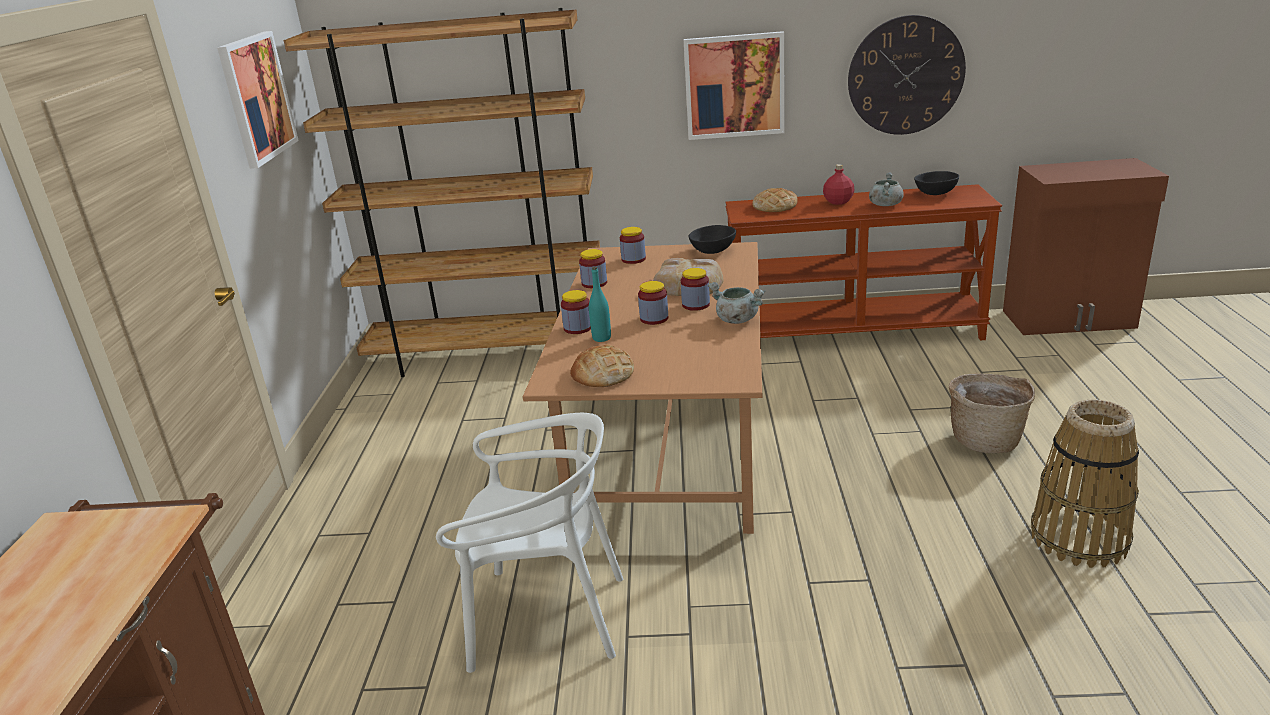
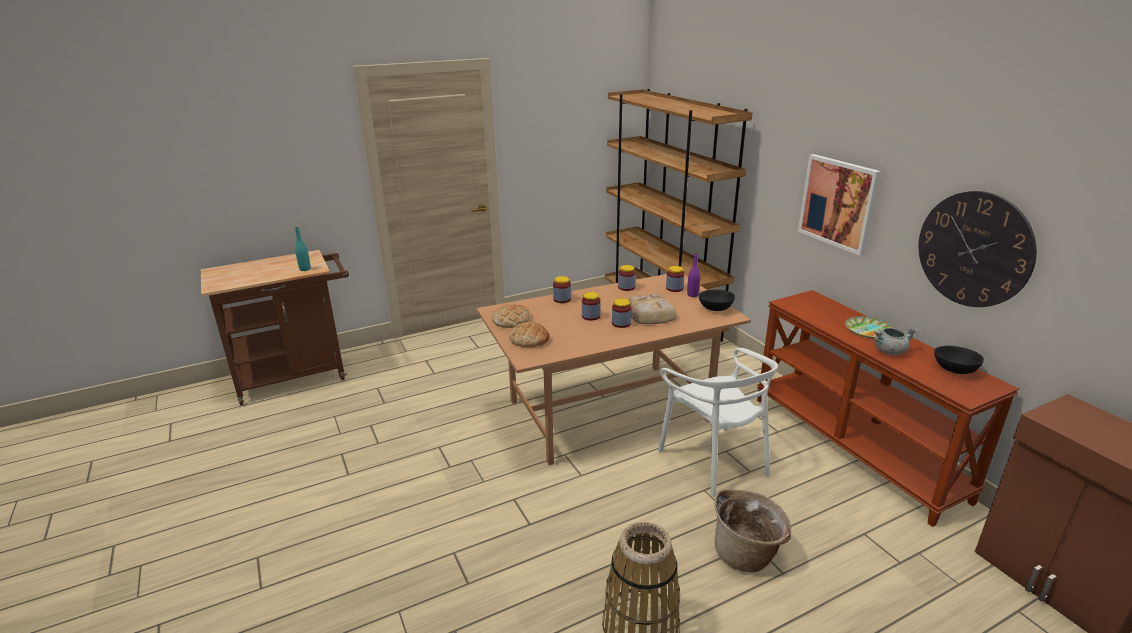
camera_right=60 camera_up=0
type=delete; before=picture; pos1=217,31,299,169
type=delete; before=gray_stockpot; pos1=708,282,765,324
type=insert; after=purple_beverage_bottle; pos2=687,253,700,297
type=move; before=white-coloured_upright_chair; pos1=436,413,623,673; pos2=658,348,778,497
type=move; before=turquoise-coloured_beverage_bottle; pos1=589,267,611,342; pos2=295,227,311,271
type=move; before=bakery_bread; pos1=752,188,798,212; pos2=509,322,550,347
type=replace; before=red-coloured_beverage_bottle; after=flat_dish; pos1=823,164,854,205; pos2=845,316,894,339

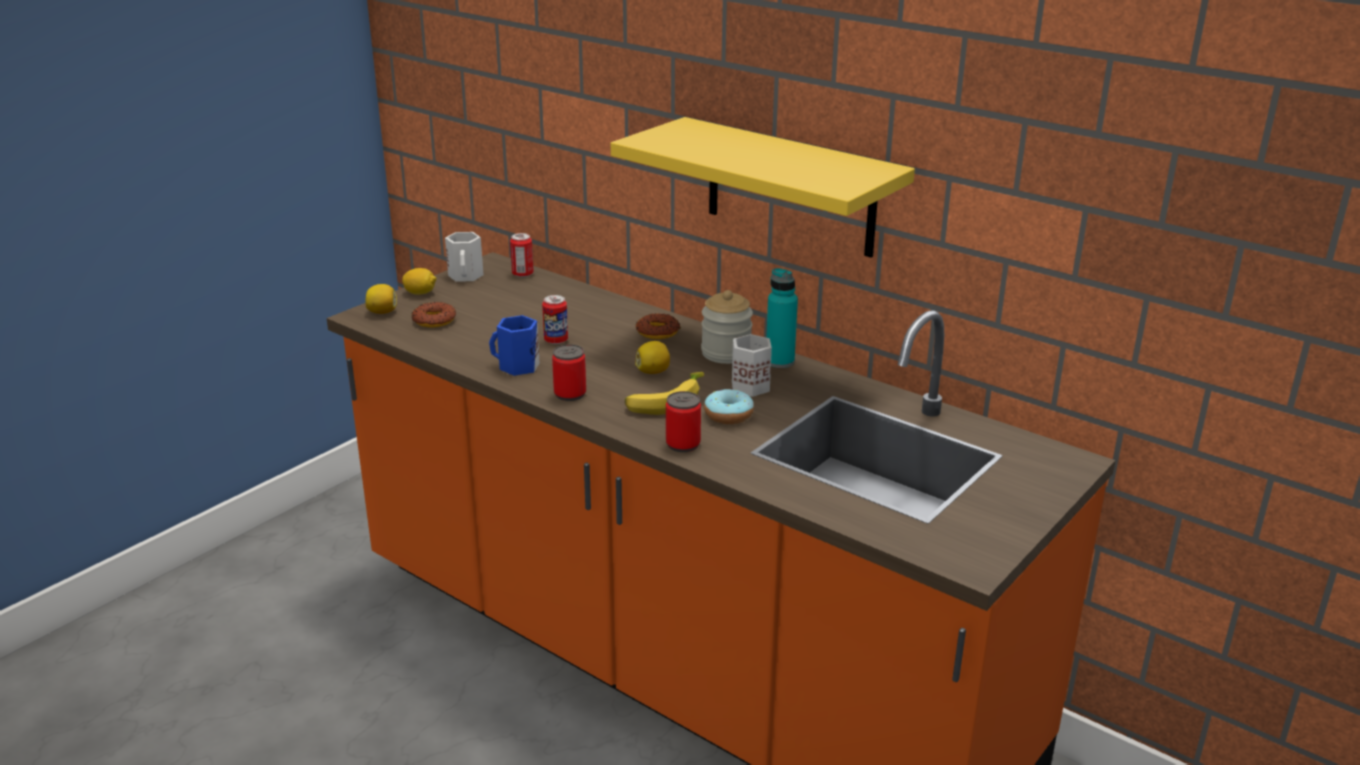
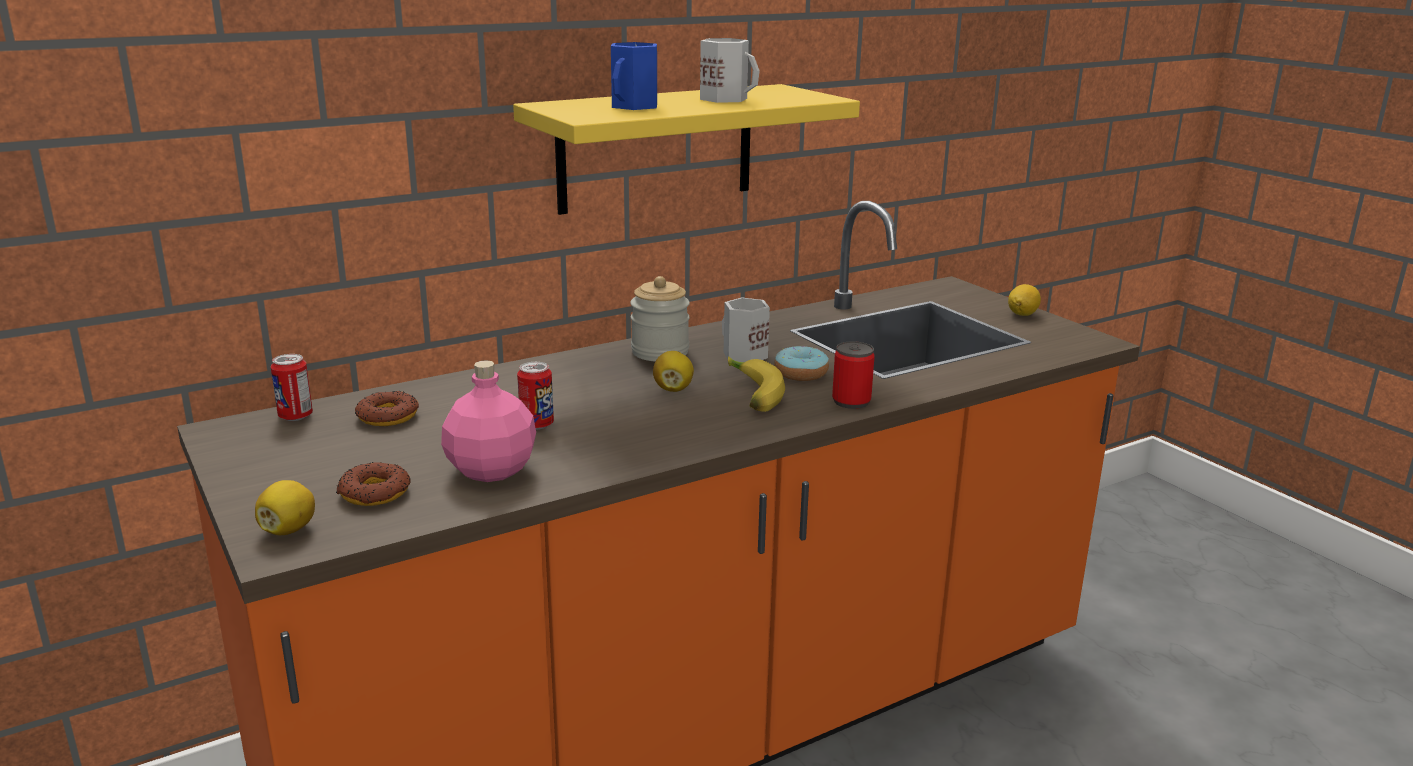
camera_right=-70 camera_up=-5
type=delete; before=metal_can; pos1=552,344,586,401
type=delete; before=turquoise-coloured_beverage_bottle; pos1=766,268,798,368
type=insert; after=pinkish_beverage_bottle; pos2=441,360,536,482
type=move; before=whole_lemon; pos1=402,268,437,295; pos2=1008,284,1041,316
type=move; before=white-coloured_mug; pos1=445,232,484,282; pos2=700,38,760,103
type=move; before=bluish_mug; pos1=489,315,539,376; pos2=611,42,657,110
type=move; before=ring_doughnut; pos1=636,313,681,339; pos2=355,391,419,426

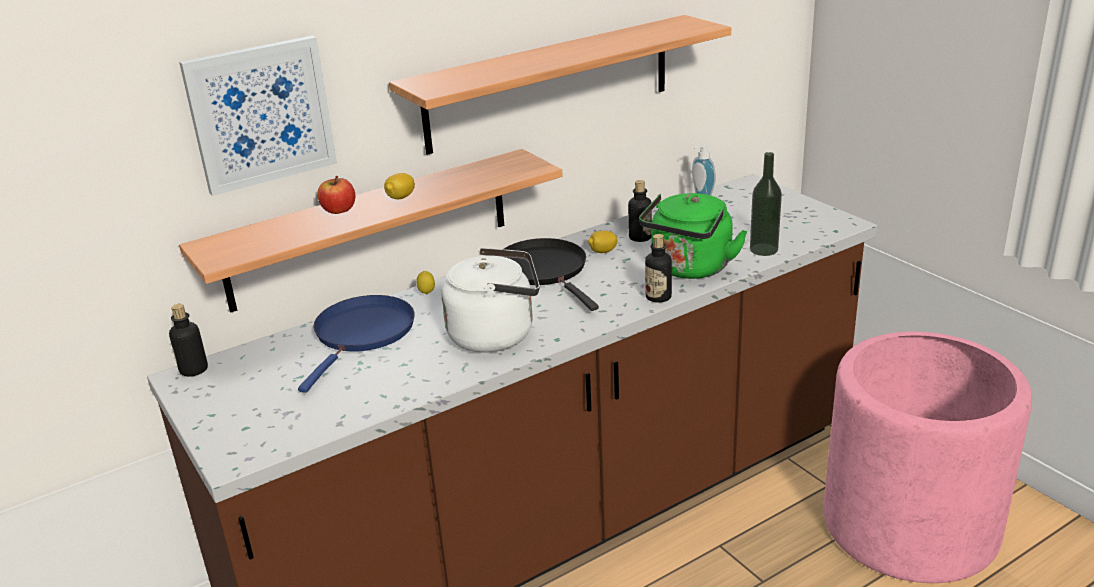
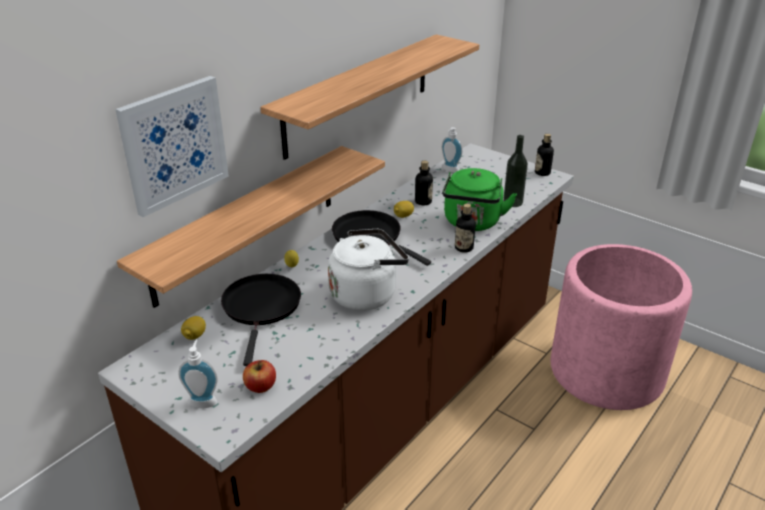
camera_right=-20 camera_up=5
type=insert; after=soap_bottle; pos2=178,339,218,408
type=move; before=beverage_bottle; pos1=169,304,208,377; pos2=535,134,554,176
type=move; before=apple_fruit; pos1=318,176,355,214; pos2=243,360,276,393
type=move; before=whole_lemon; pos1=384,173,415,199; pos2=181,316,206,340
type=recolor; before=bluish_pan; after=blackish_pan; pos1=298,295,415,393; pos2=221,274,301,366

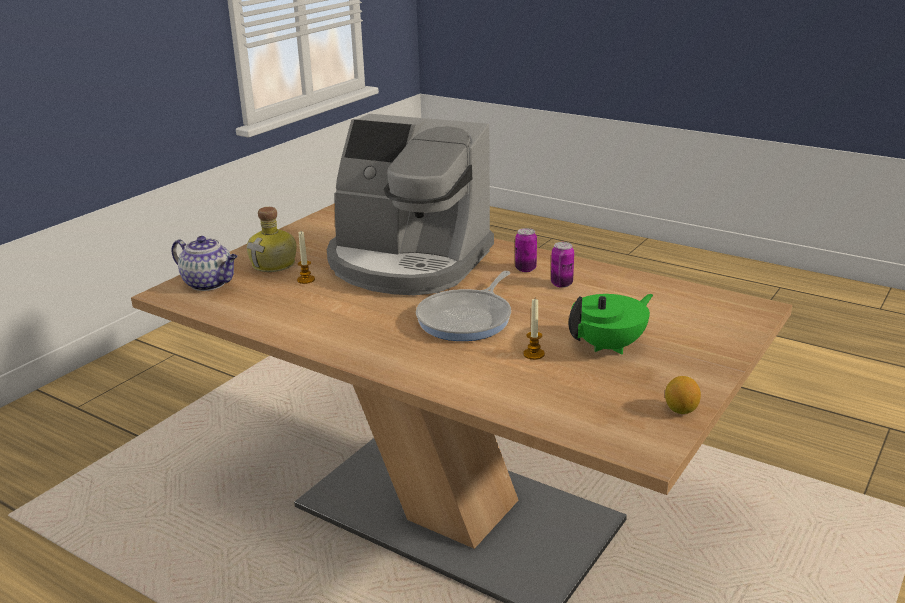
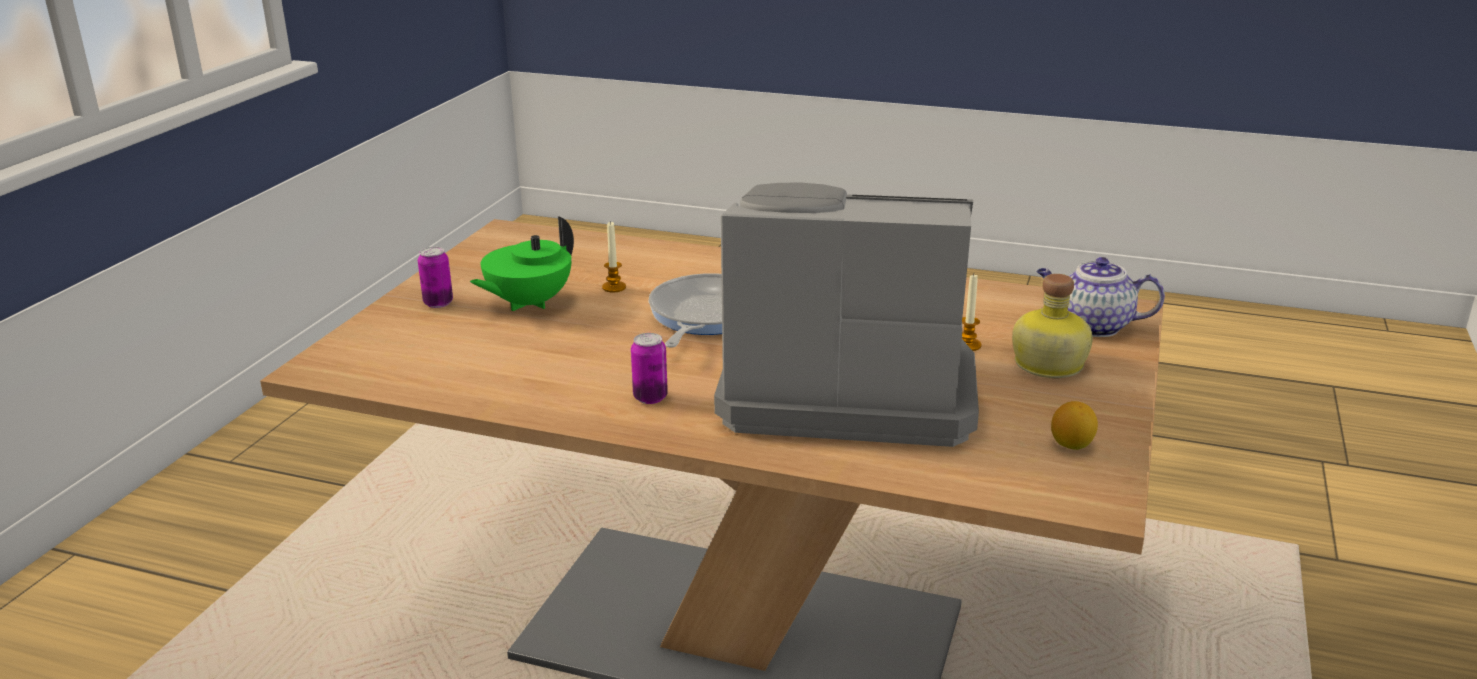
camera_right=165 camera_up=0
type=move; before=metal_can; pos1=551,242,574,288; pos2=418,247,453,308
type=move; before=whole_lemon; pos1=665,376,701,414; pos2=1051,401,1098,450

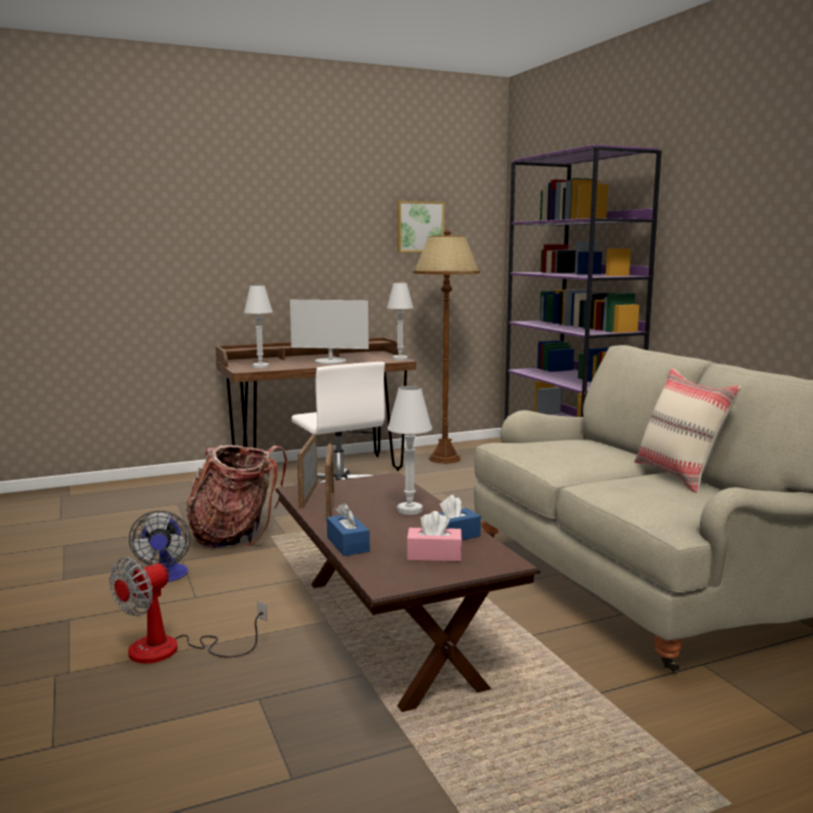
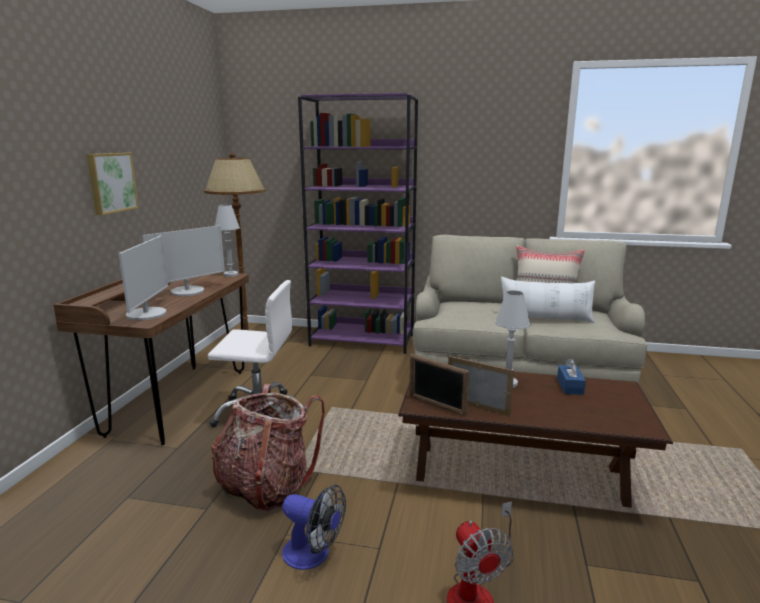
camera_right=-55 camera_up=5
type=delete; before=bluish_tissue_box; pos1=327,503,370,556
type=delete; before=pinkish_tissue_box; pos1=406,511,462,561
type=insert; after=white-coloured_throw_pillow; pos2=501,277,595,323
type=move; before=picture; pos1=397,201,444,252; pos2=86,153,139,215
type=replace; before=white-coloured_lamp_for_a_table; after=computer_screen; pos1=244,285,273,368; pos2=118,235,169,320

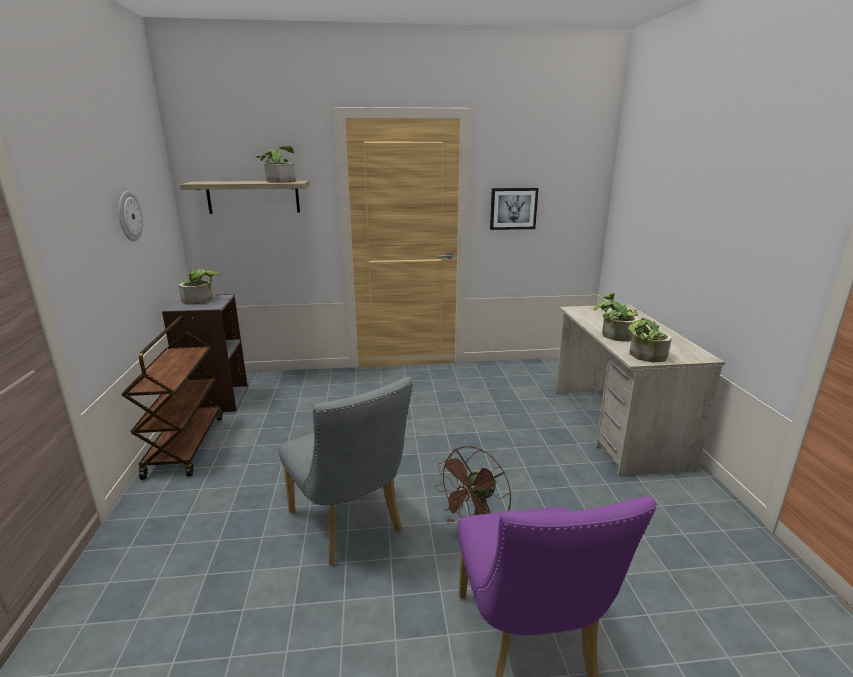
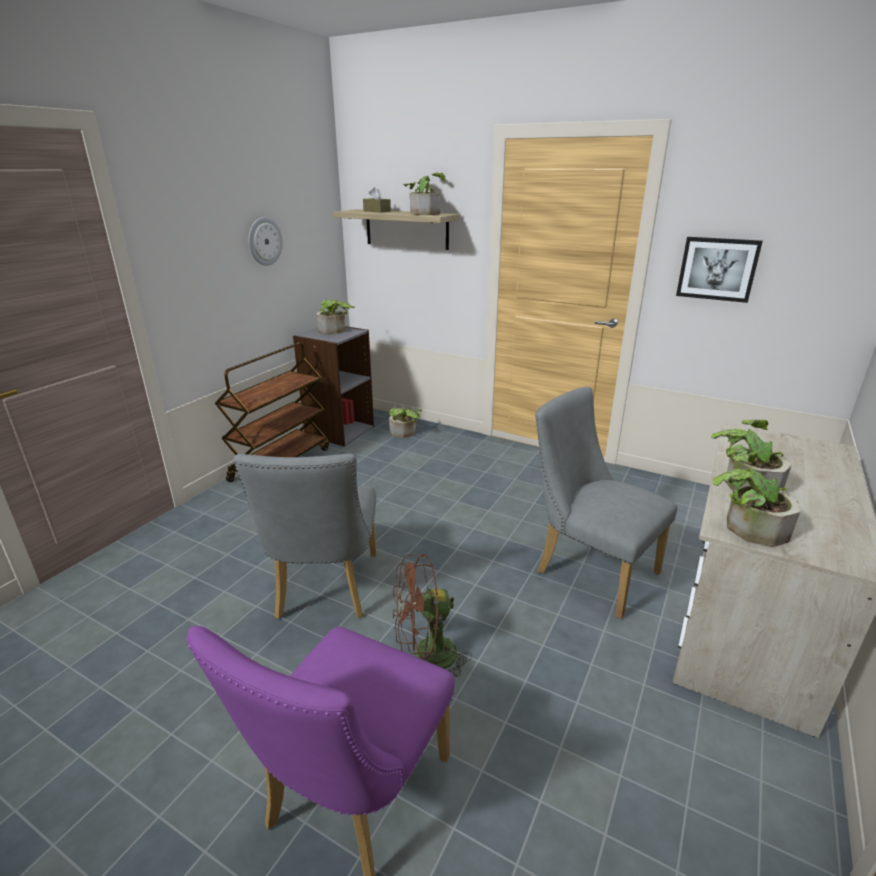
camera_right=35 camera_up=5
type=insert; after=brownish_tissue_box; pos2=363,187,391,213
type=insert; after=potted_plant; pos2=389,408,422,438
type=insert; after=gray_upright_chair; pos2=535,387,678,619

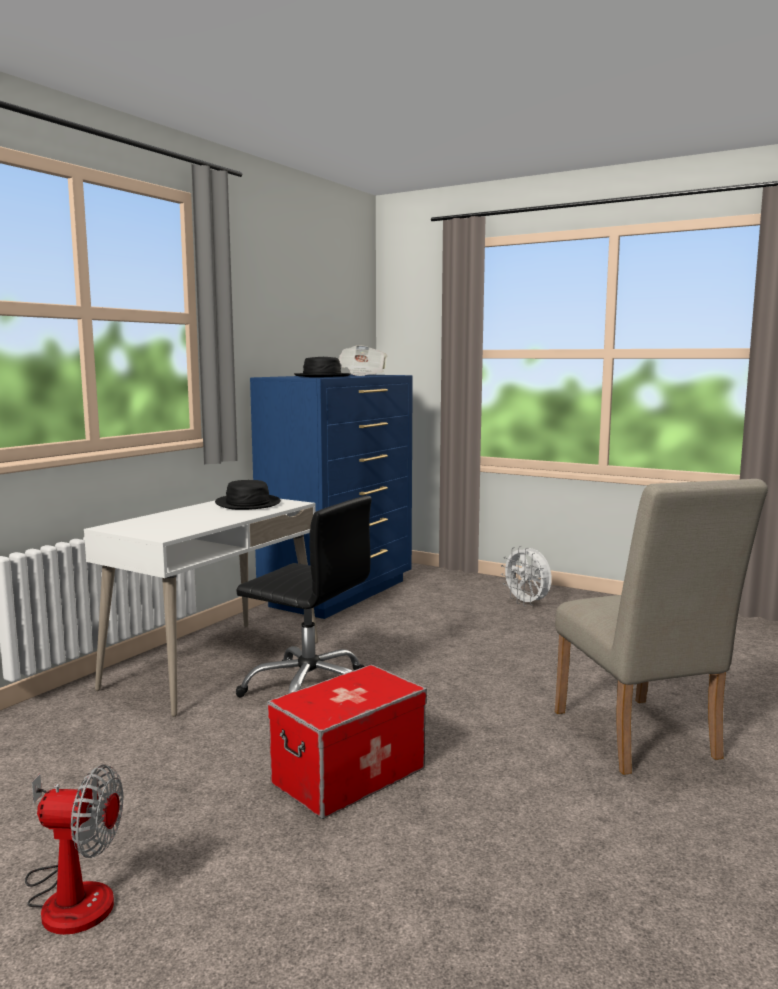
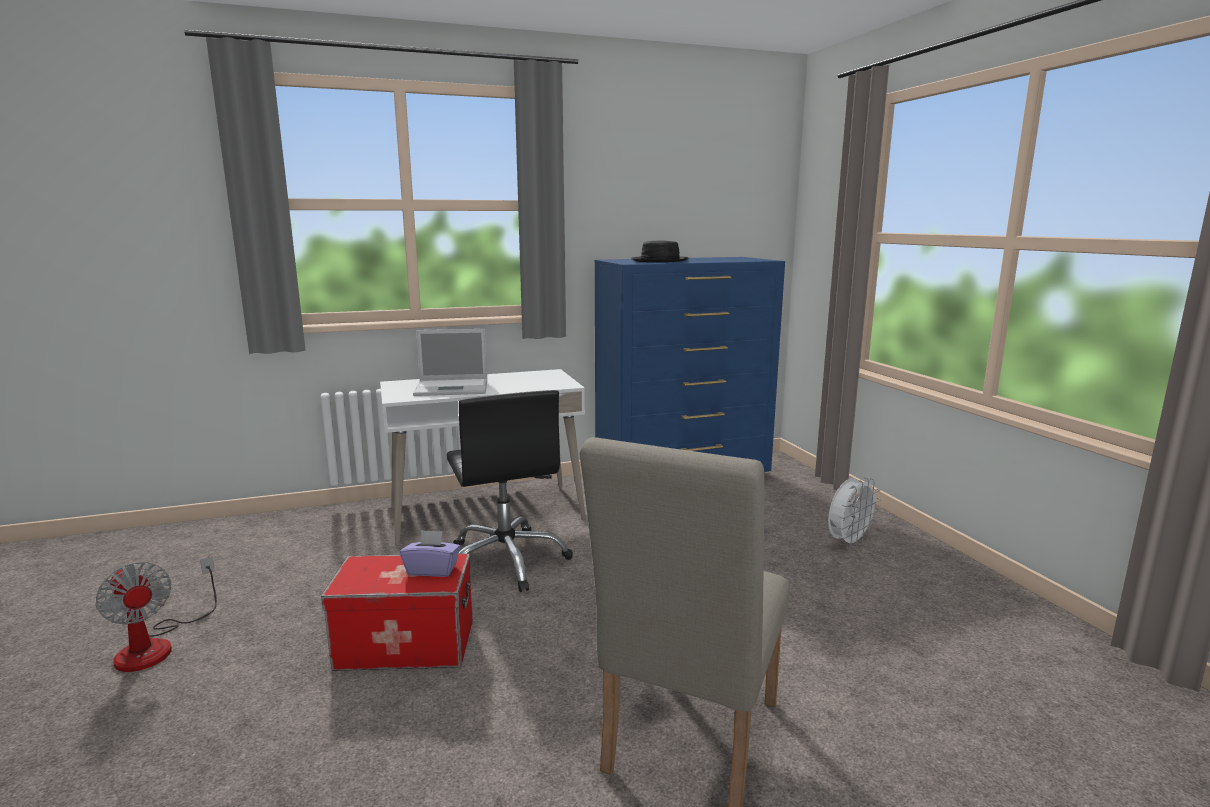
camera_right=40 camera_up=5
type=delete; before=blackish_hat; pos1=215,480,281,510
type=delete; before=daily_paper; pos1=338,345,387,376
type=insert; after=purple_tissue_box; pos2=400,530,460,577
type=insert; after=portable_computer; pos2=413,329,487,396
type=rotate; before=white-coloured_fan; pos1=501,546,552,606; pos2=828,477,881,548; turn=-135

